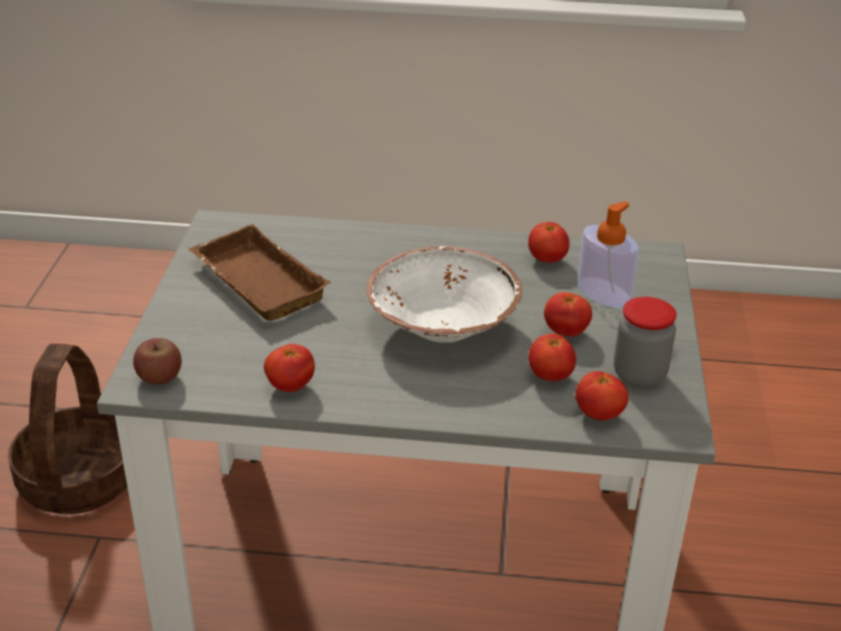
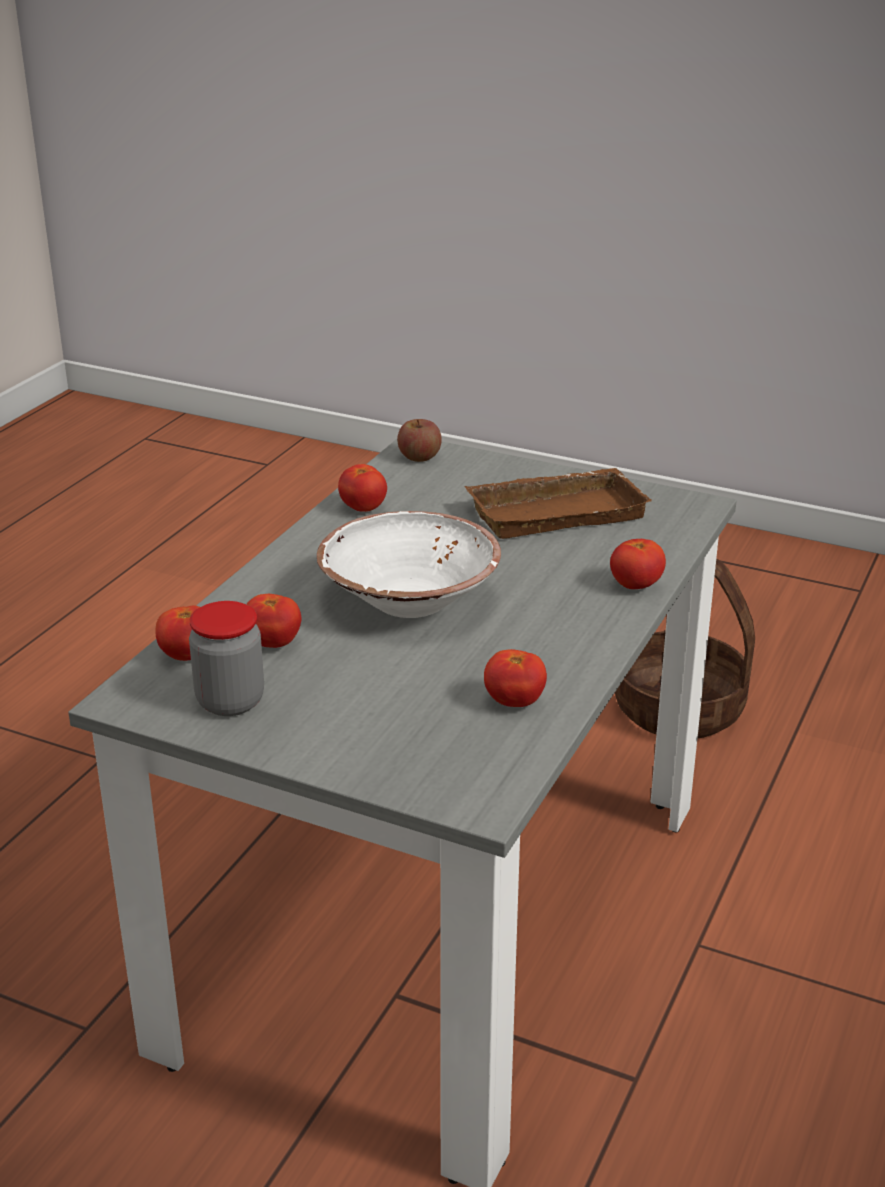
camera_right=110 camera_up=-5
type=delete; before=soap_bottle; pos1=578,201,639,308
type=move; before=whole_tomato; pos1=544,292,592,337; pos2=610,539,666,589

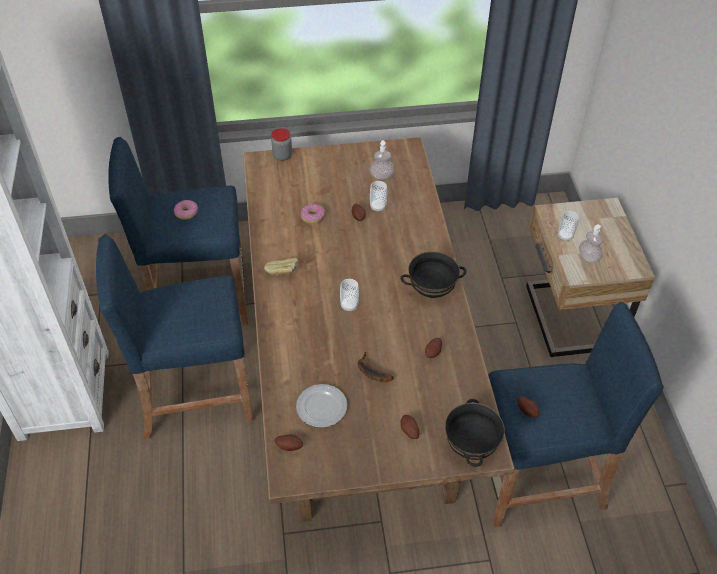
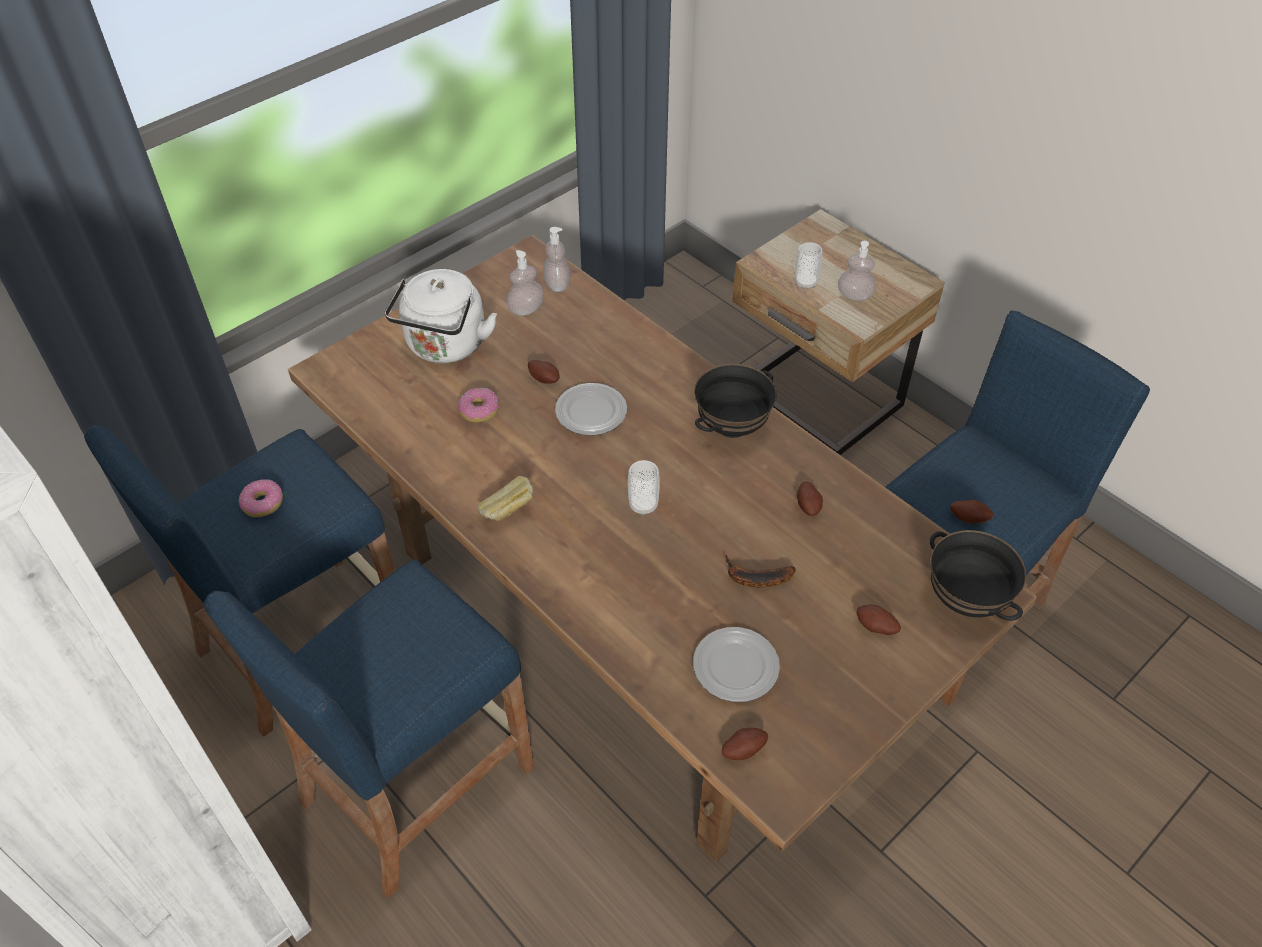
camera_right=-35 camera_up=0
type=delete; before=storage_jar; pos1=271,128,292,161
type=delete; before=drinking_cup; pos1=370,181,387,212
type=insert; after=white-coloured_water_kettle; pos2=385,269,497,363
type=insert; after=soap_bottle; pos2=543,227,571,292
type=insert; after=flat_dish; pos2=555,383,627,435

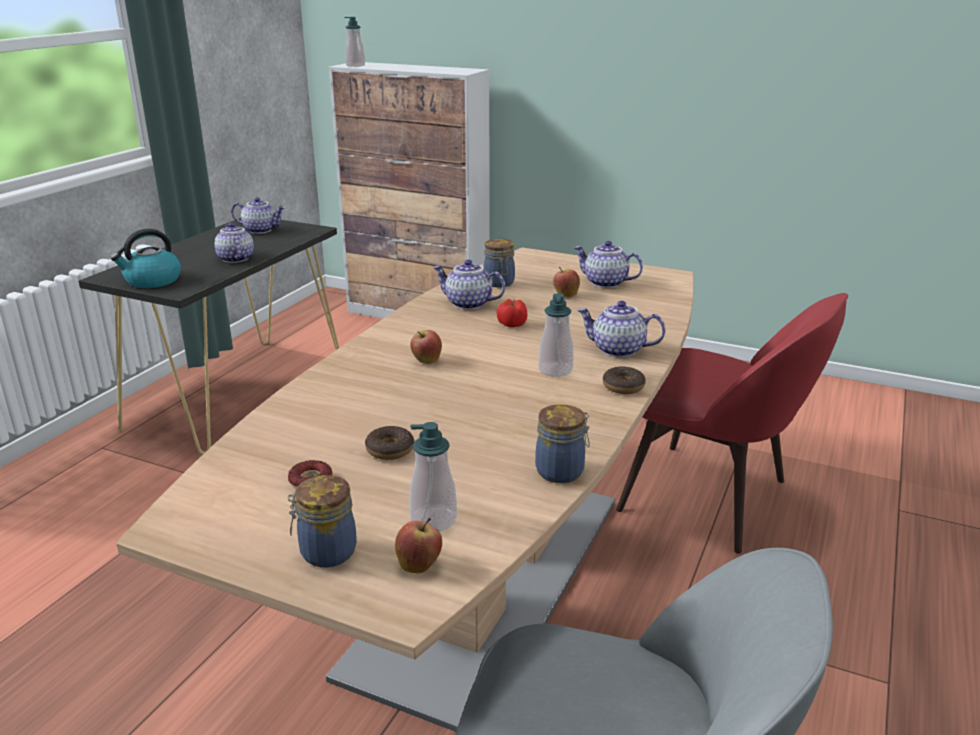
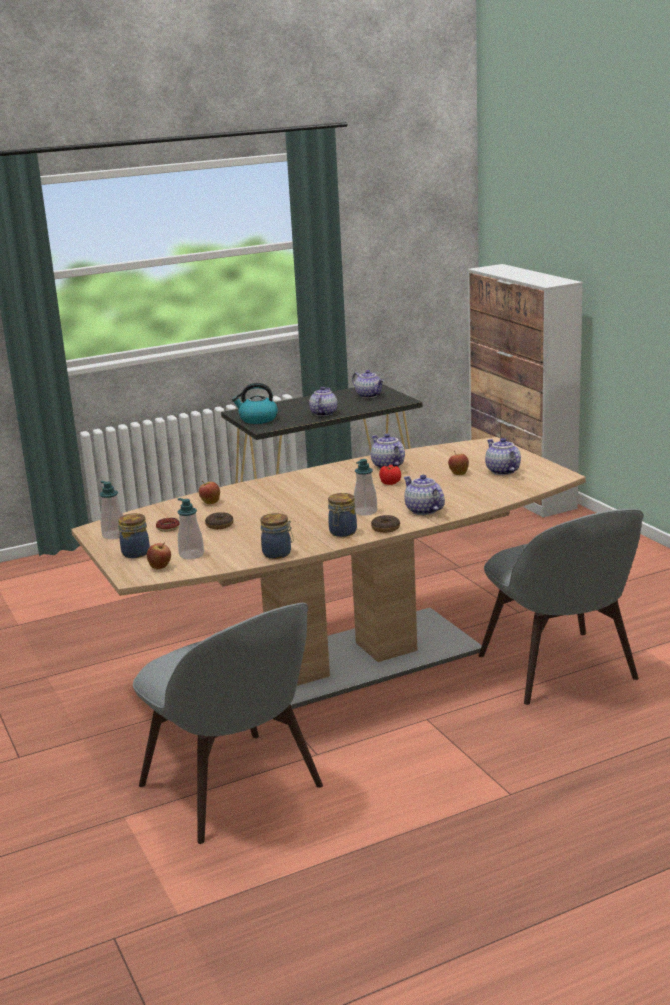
camera_right=40 camera_up=-5
type=move; before=soap_bottle; pos1=345,17,365,67; pos2=100,481,123,539
type=move; before=apple_fruit; pos1=410,330,442,364; pos2=199,481,220,504
type=move; before=storage_jar; pos1=483,239,515,288; pos2=328,493,357,537
type=recolor; before=red-coloured_upright_chair; after=gray_upright_chair; pos1=616,293,848,554; pos2=479,509,643,705

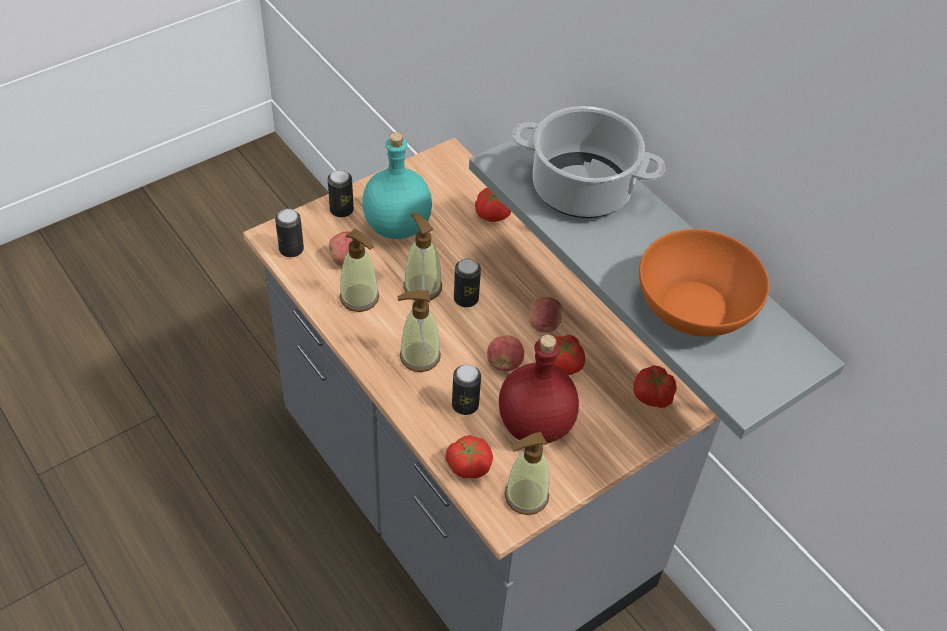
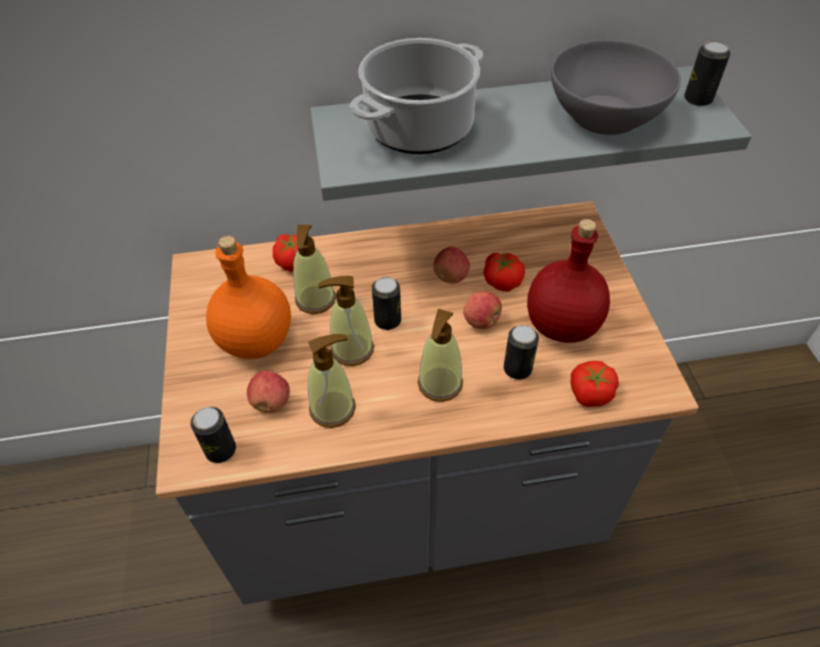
camera_right=-60 camera_up=0
type=delete; before=whole_tomato; pos1=633,365,677,408
type=move; before=metal_can; pos1=328,170,354,217; pos2=684,41,731,106
type=move; before=soap_bottle; pos1=504,432,550,515; pos2=293,225,336,314
type=recolor; before=turquoise-coloured_beverage_bottle; after=orange_beverage_bottle; pos1=362,132,432,239; pos2=206,236,291,359
type=recolor; before=orange_deep_dish; after=gray_deep_dish; pos1=639,229,769,337; pos2=551,40,681,135

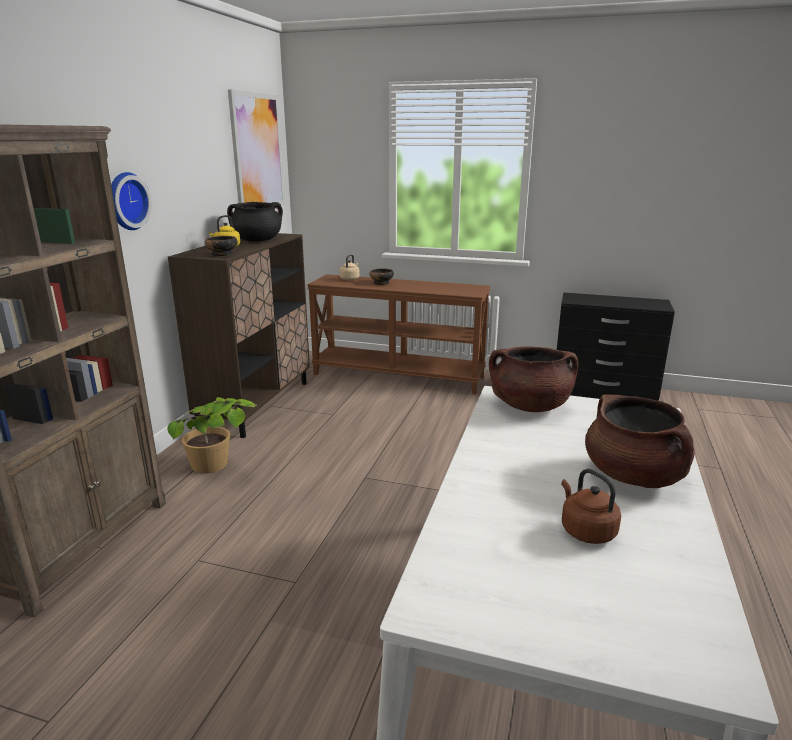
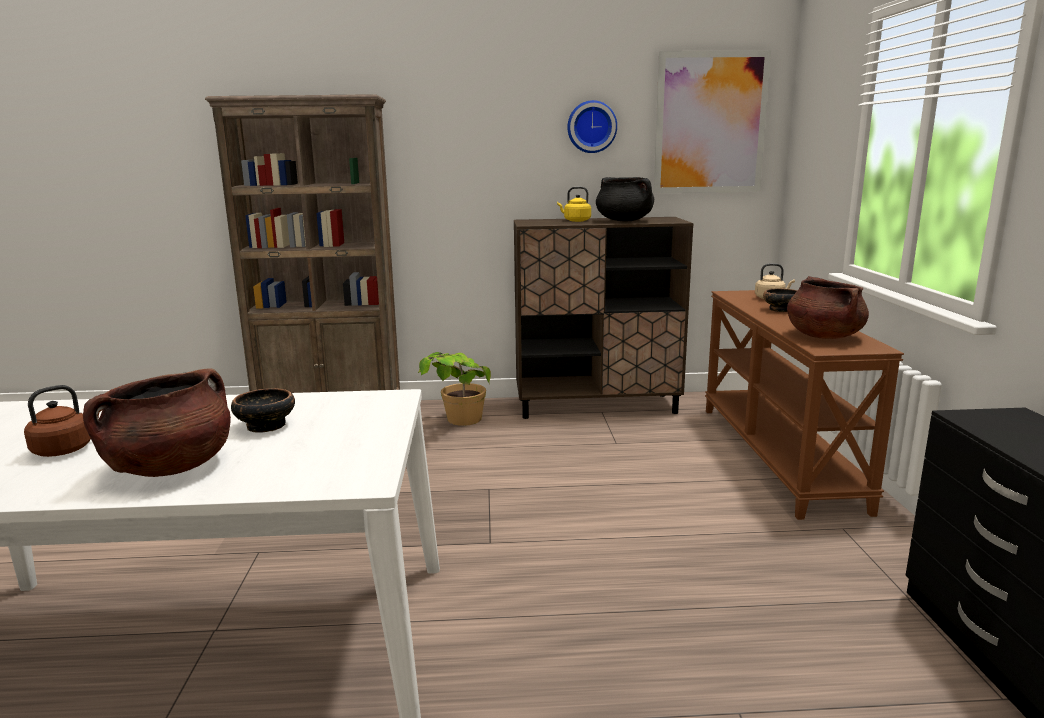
camera_right=70 camera_up=-5
type=move; before=hanging_clock; pos1=111,172,152,230; pos2=567,100,617,153
type=move; before=deep_dish; pos1=205,236,238,256; pos2=231,388,295,433
type=move; before=brownish_stockpot; pos1=489,346,578,412; pos2=787,276,869,339

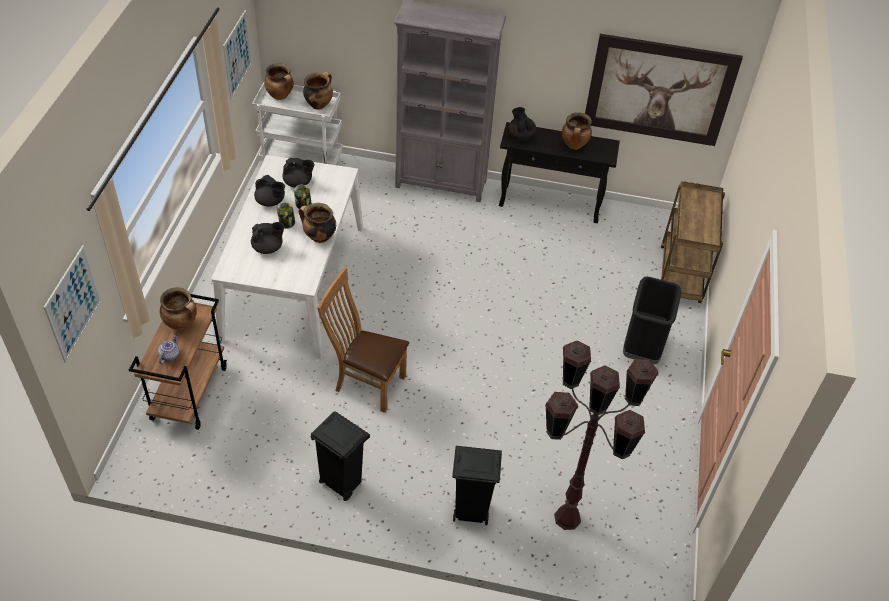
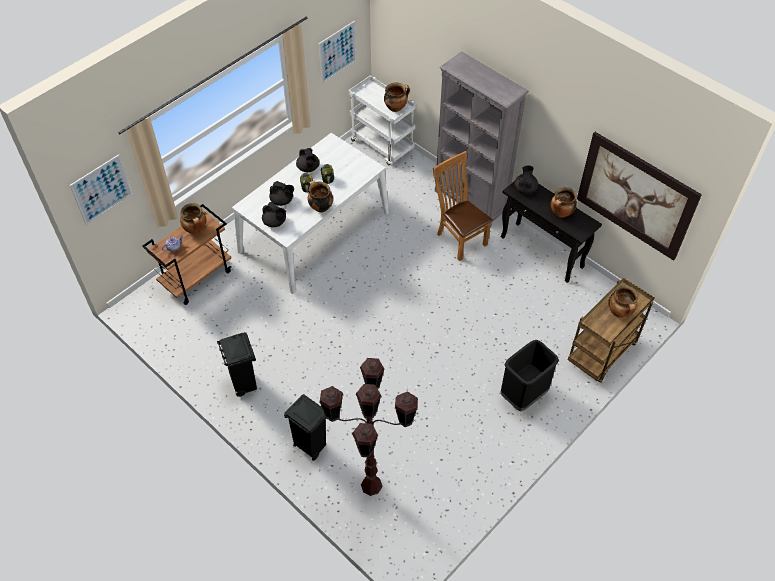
camera_right=35 camera_up=5
type=move; before=stockpot; pos1=264,63,294,100; pos2=608,285,638,318
type=move; before=blackish_tea_pot; pos1=282,158,315,187; pos2=262,202,286,227
type=move; before=brownish_upright_chair; pos1=317,267,409,413; pos2=433,151,493,261

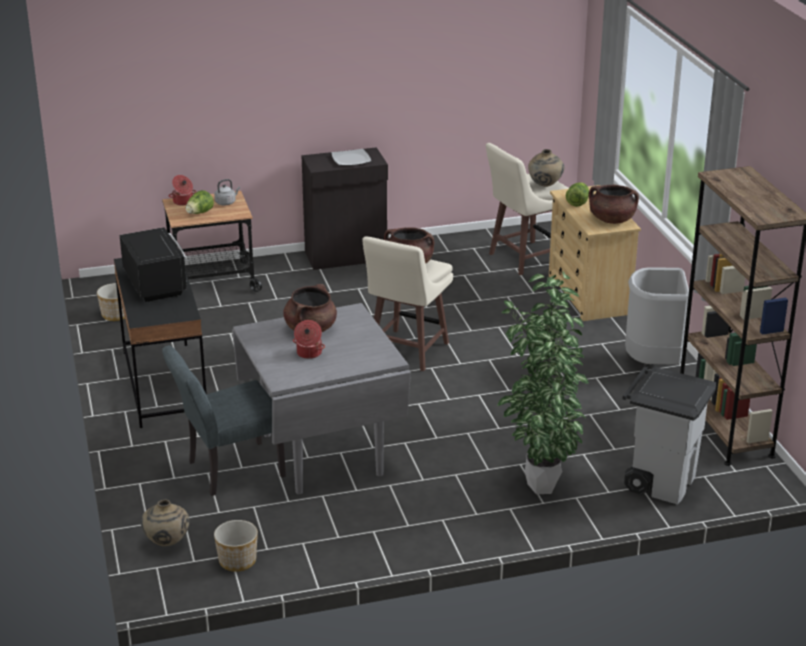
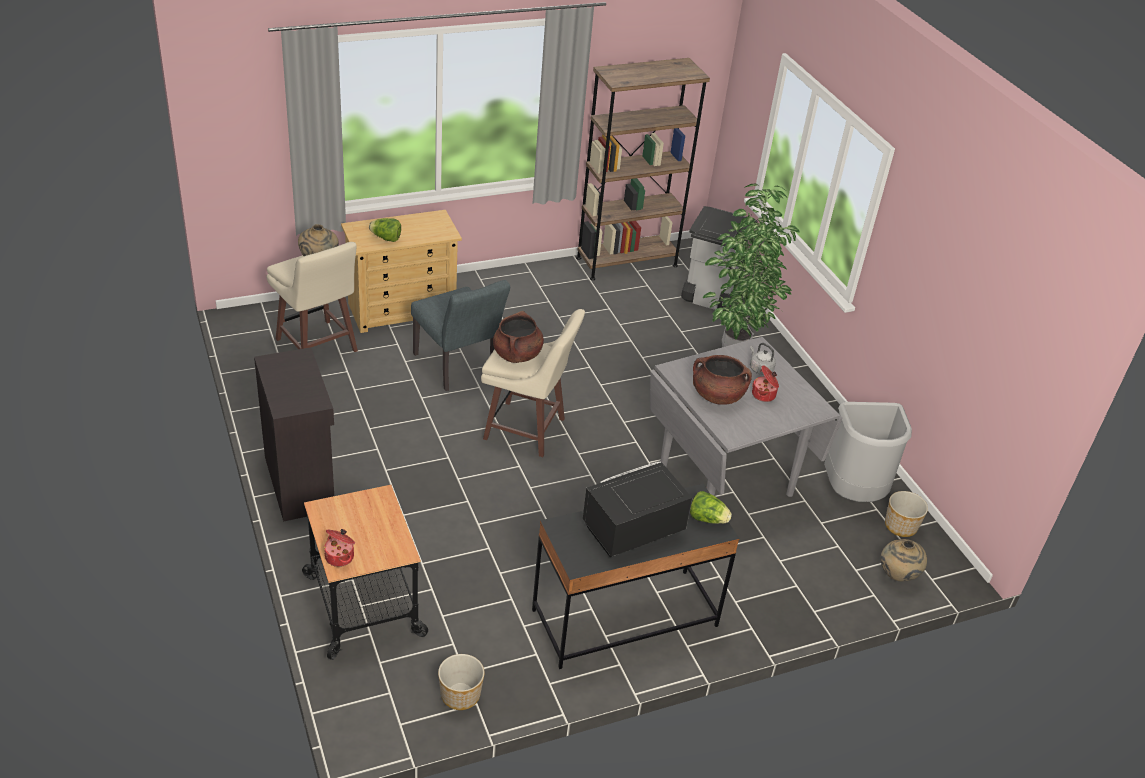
camera_right=-100 camera_up=10
type=delete; before=flat_dish; pos1=331,149,371,166
type=delete; before=brownish_stockpot; pos1=589,185,639,224
type=move; before=gray_upright_chair; pos1=162,345,286,496; pos2=411,280,510,391
type=move; before=lettuce_head; pos1=186,190,214,214; pos2=690,491,732,524
type=move; before=gray_water_kettle; pos1=214,179,240,206; pos2=750,343,776,375
type=move; before=gray_rubbish_bin; pos1=625,267,689,365; pos2=824,402,912,502

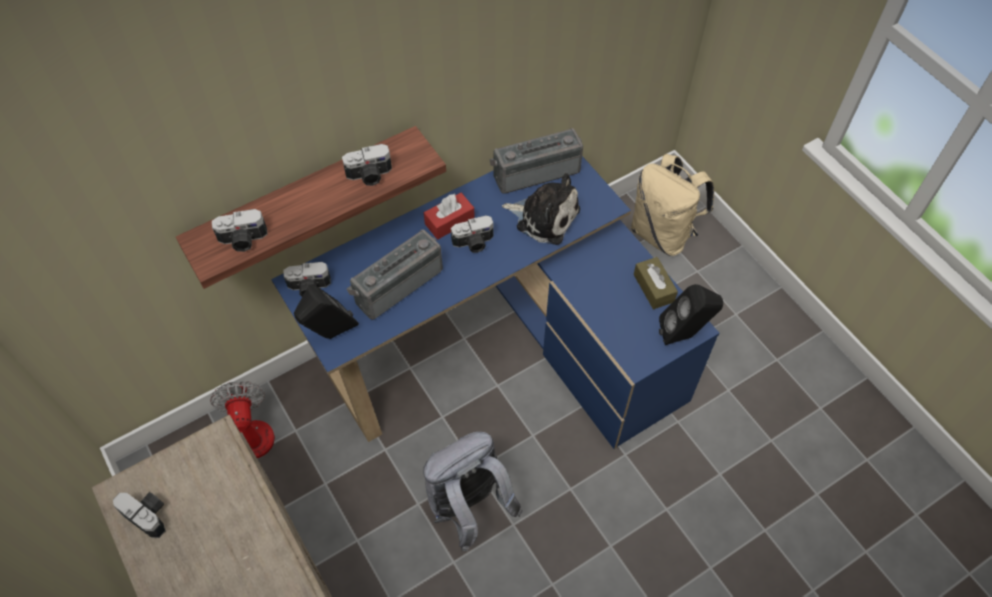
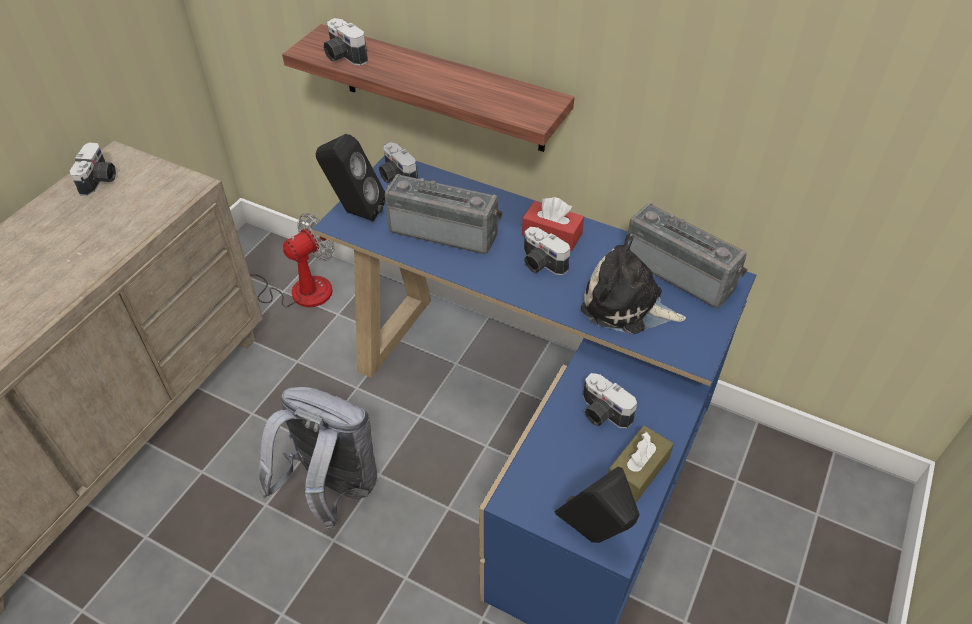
camera_right=60 camera_up=-10
type=delete; before=beige-coloured_rucksack; pos1=631,154,714,256
type=move; before=photo_camera; pos1=342,144,392,186; pos2=583,373,637,429
type=rotate; before=plush_toy; pos1=502,173,580,245; pos2=581,233,686,334; turn=120

